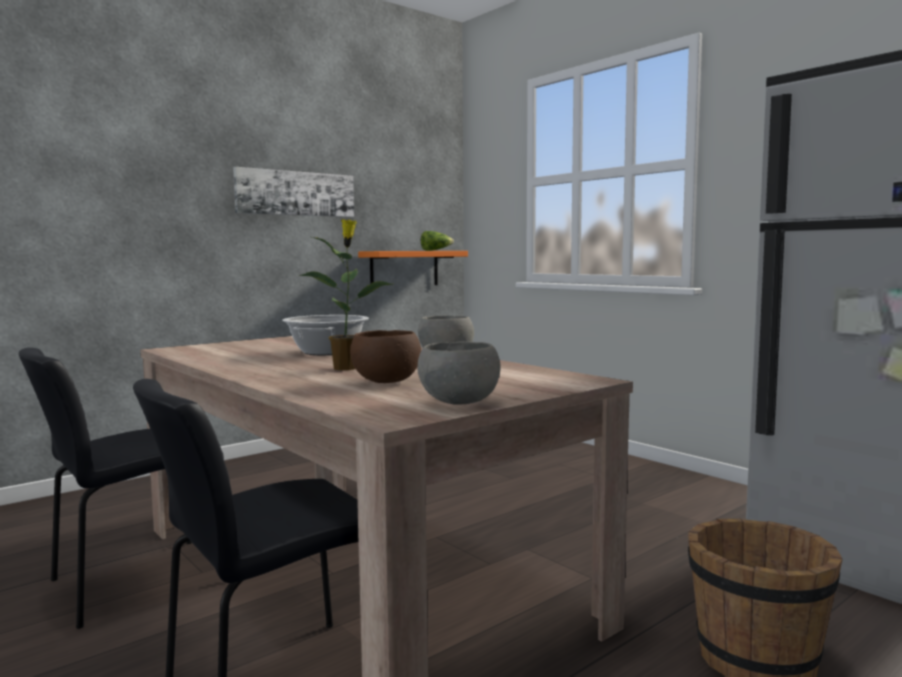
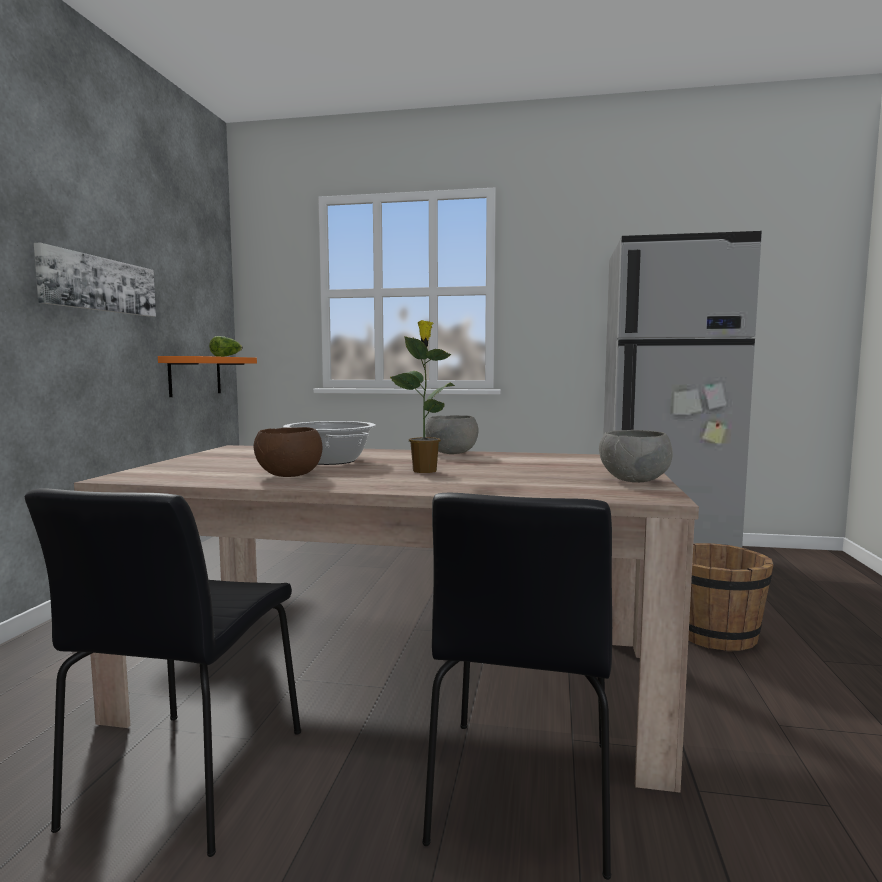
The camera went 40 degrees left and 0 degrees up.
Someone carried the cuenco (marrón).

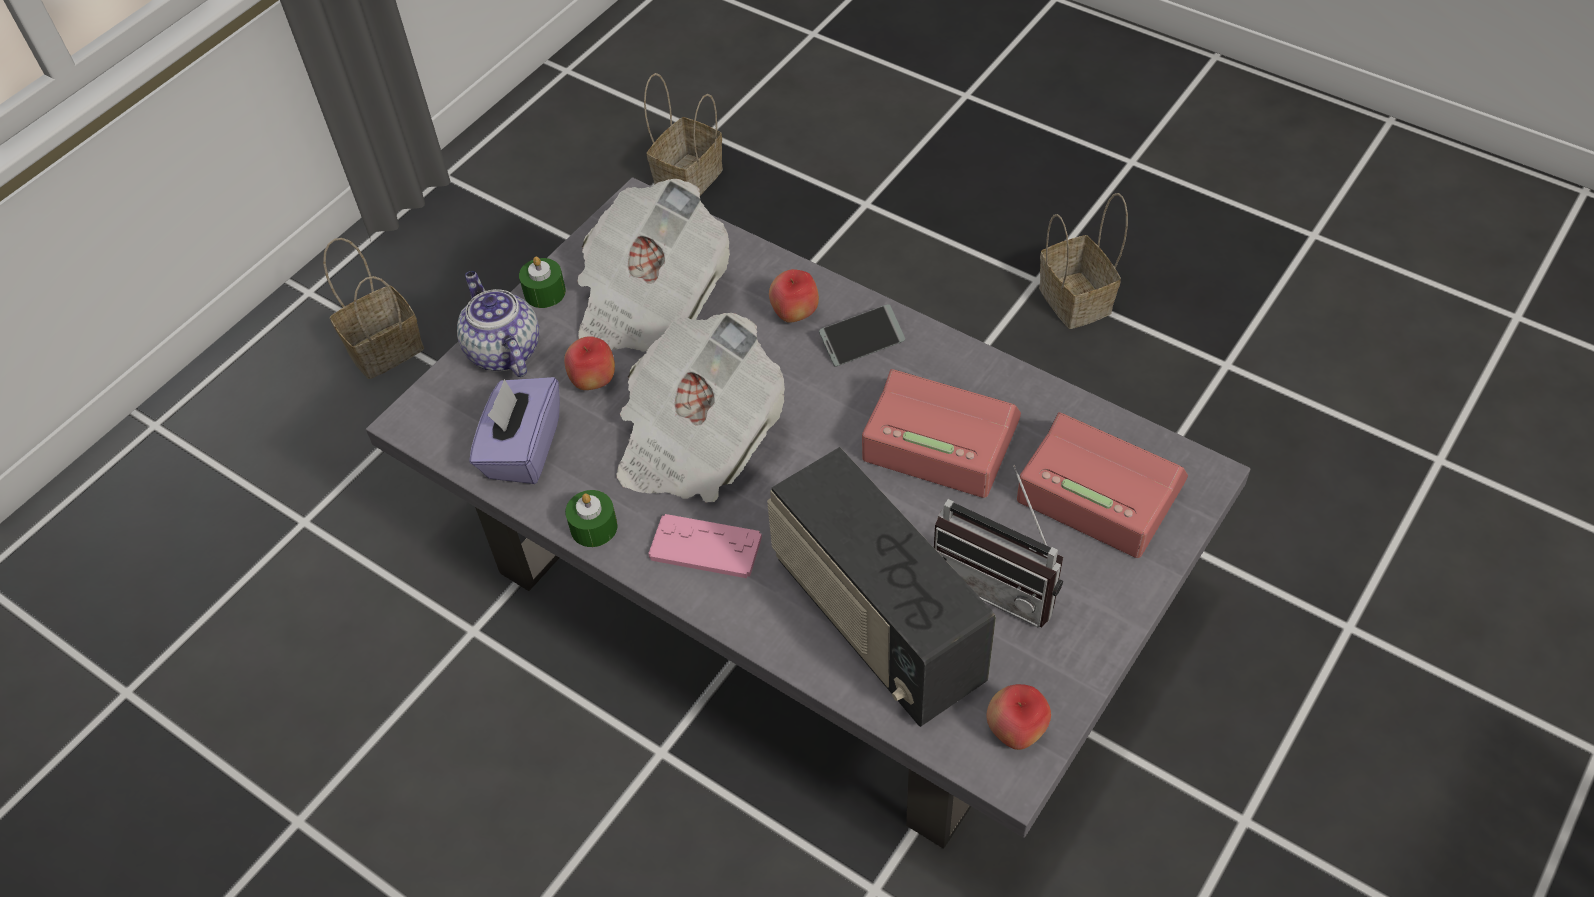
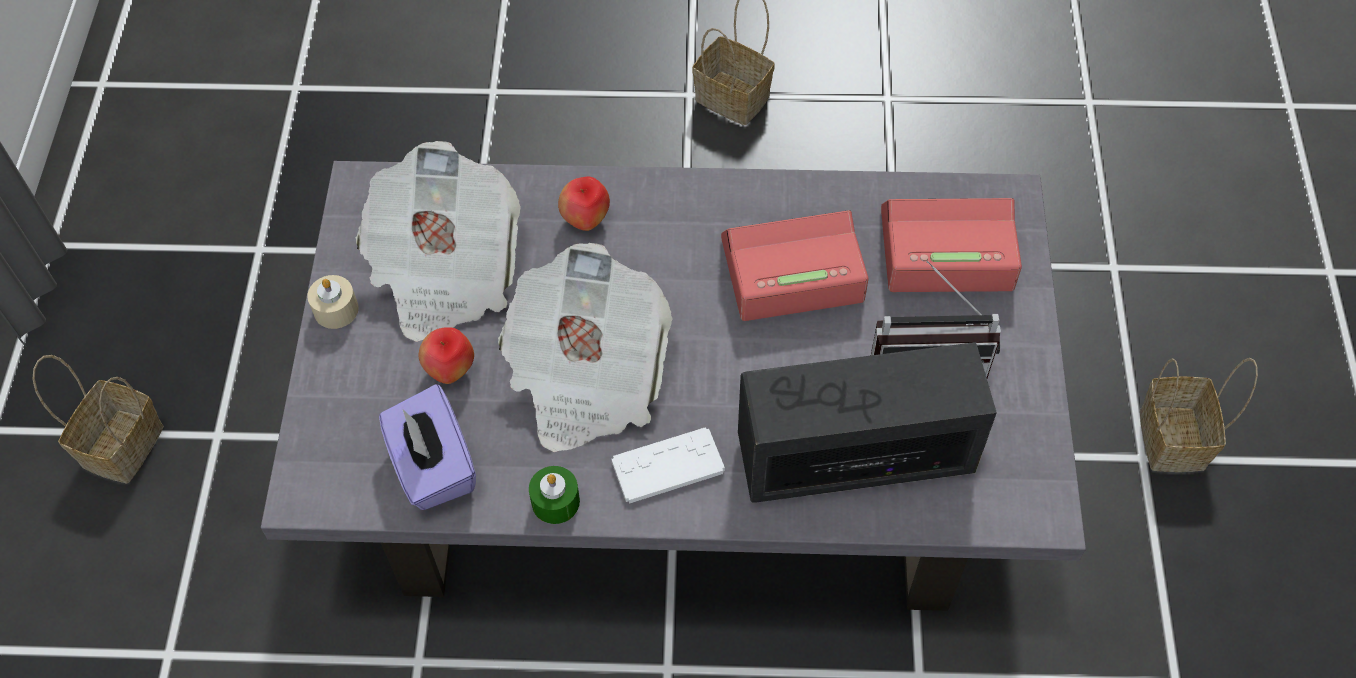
The camera went 35 degrees left and 5 degrees up.
Someone took away the tetera.
Someone repainted the vela (verde) (1st from left), which became the vela (beis).
Someone carried the cesta (2nd from left in the first image).
Someone repainted the mando de consola (rosa), which became the mando de consola (blanco).
Someone rotated the radio (1st from left) by 150 degrees clockwise.
Someone took away the móvil.
Someone took away the manzana (3rd from left).

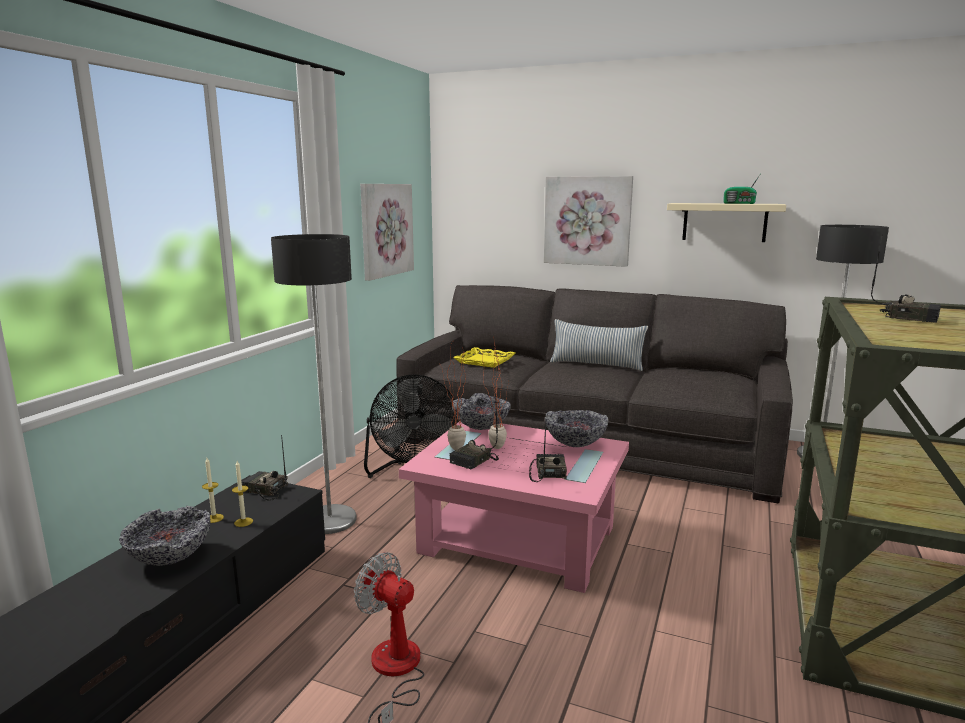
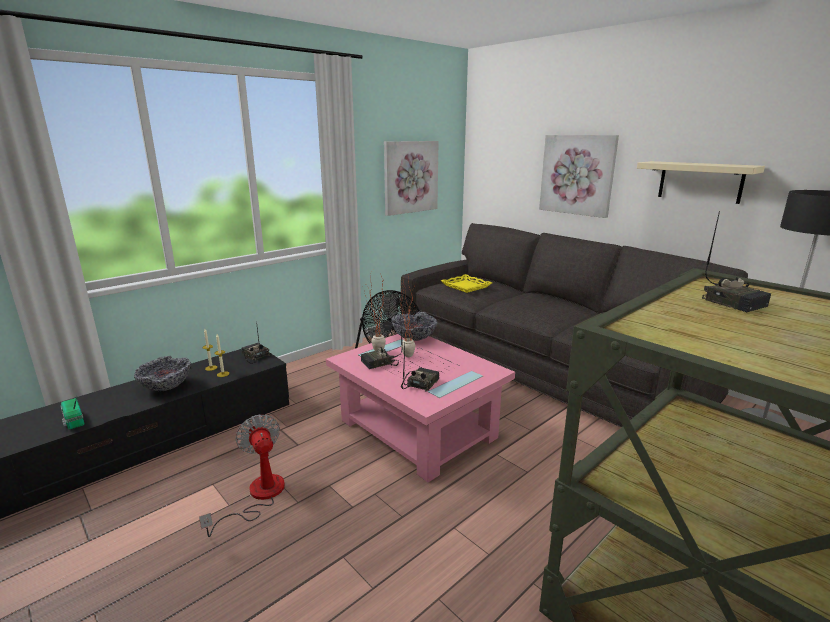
The camera went 25 degrees right and 5 degrees up.
Someone took away the lámpara de pie (1st from left).
Someone took away the cuenco (3rd from left).
Someone took away the cojín.
Someone carried the radio (4th from left in the first image).

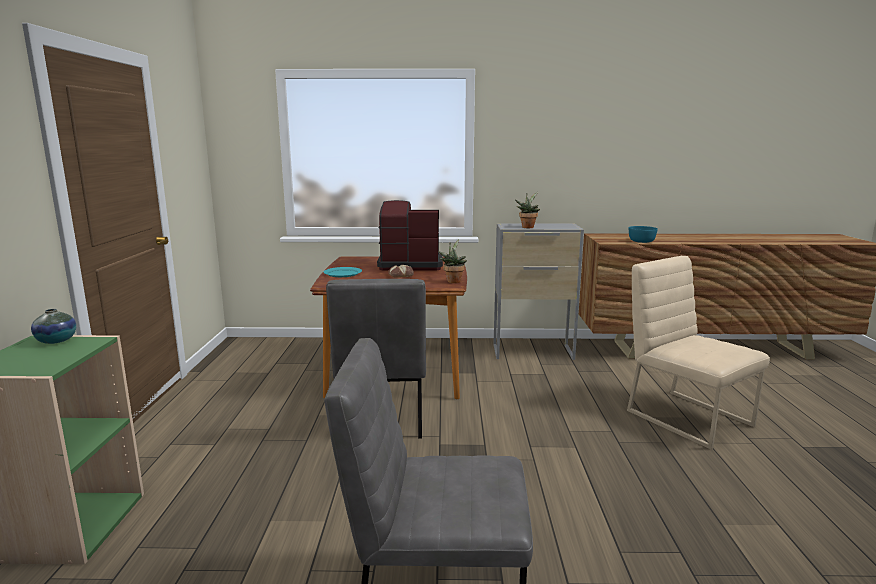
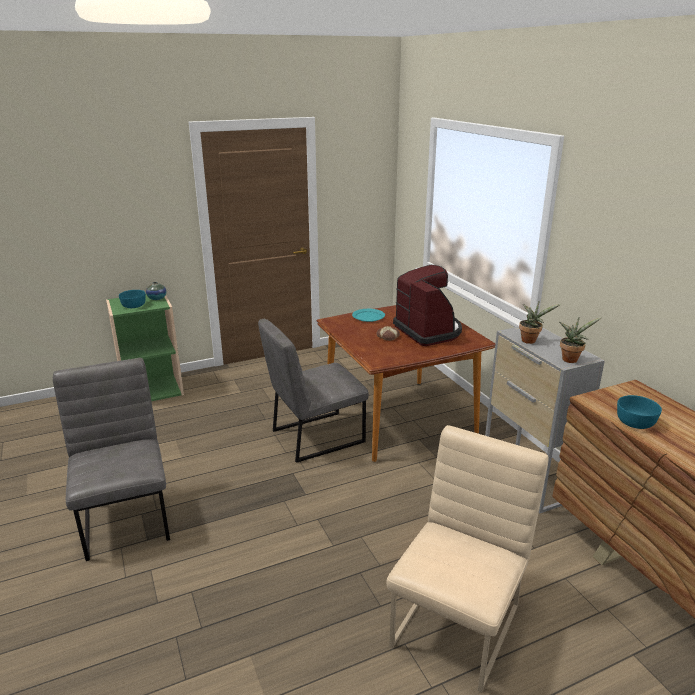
The camera went 65 degrees right and 10 degrees up.
Someone carried the planta en maceta (1st from left in the first image).
Someone put down the cuenco (turquesa) (1st from left).

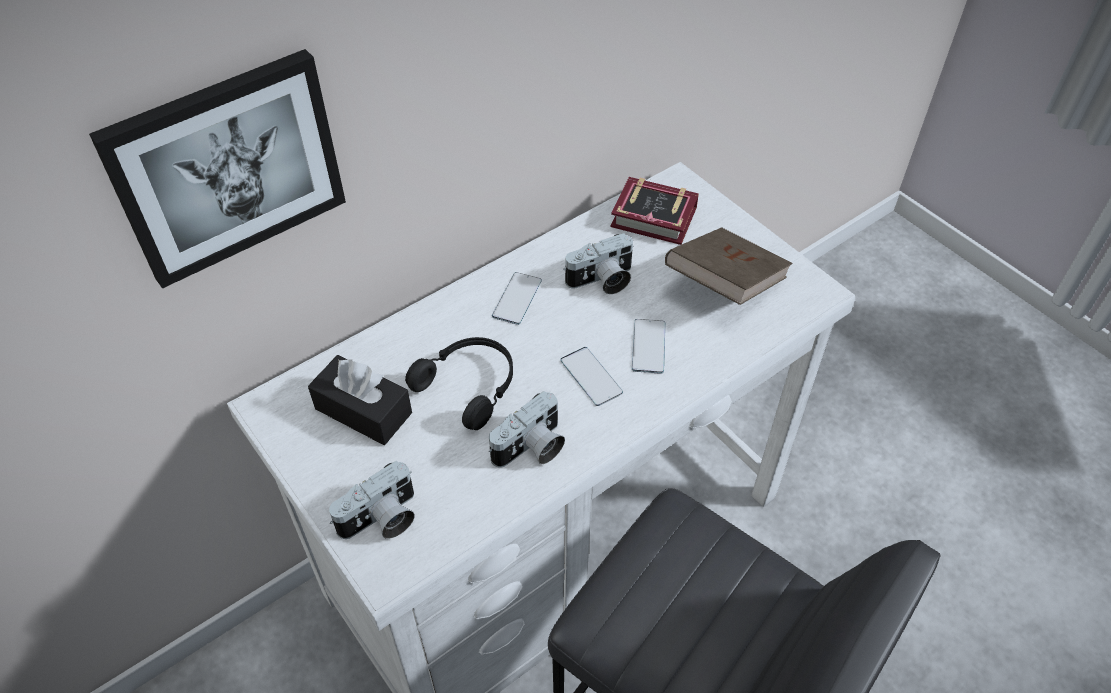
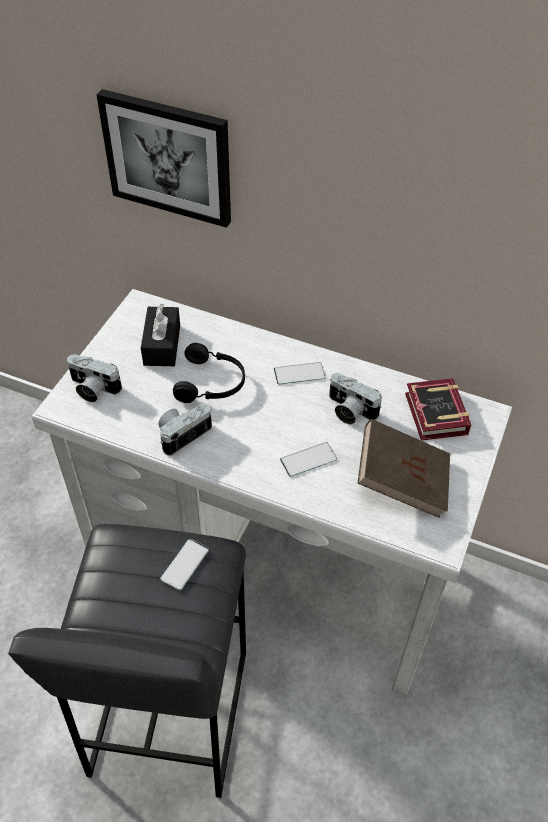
The camera went 60 degrees right and 0 degrees up.
Someone rotated the cámara (2nd from left) by 120 degrees clockwise.
Someone carried the móvil (2nd from left in the first image).

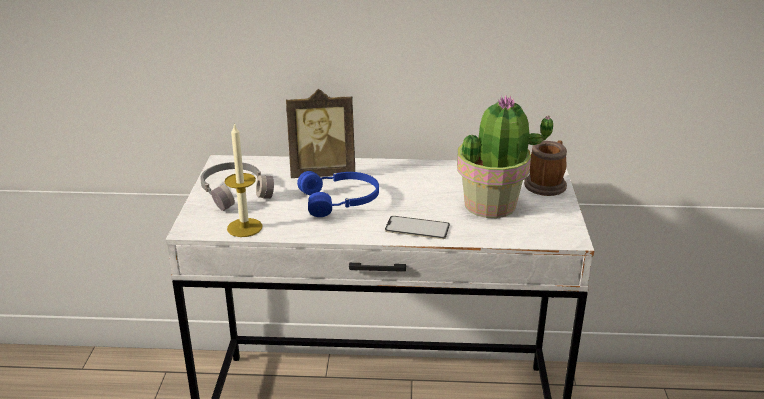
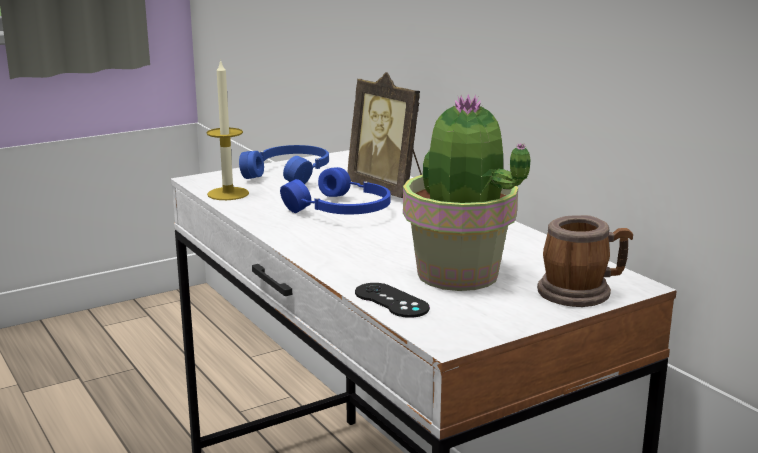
The camera went 55 degrees right and 10 degrees down.
Someone repainted the auriculares (gris), which became the auriculares (azul) (1st from left).
Someone took away the móvil.
Someone put down the mando de consola (negro).

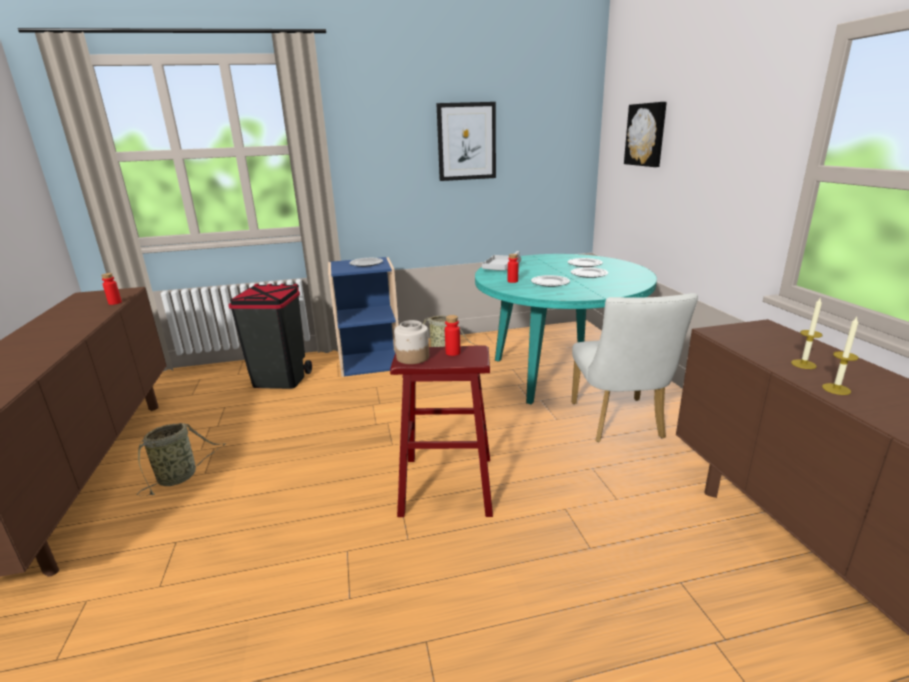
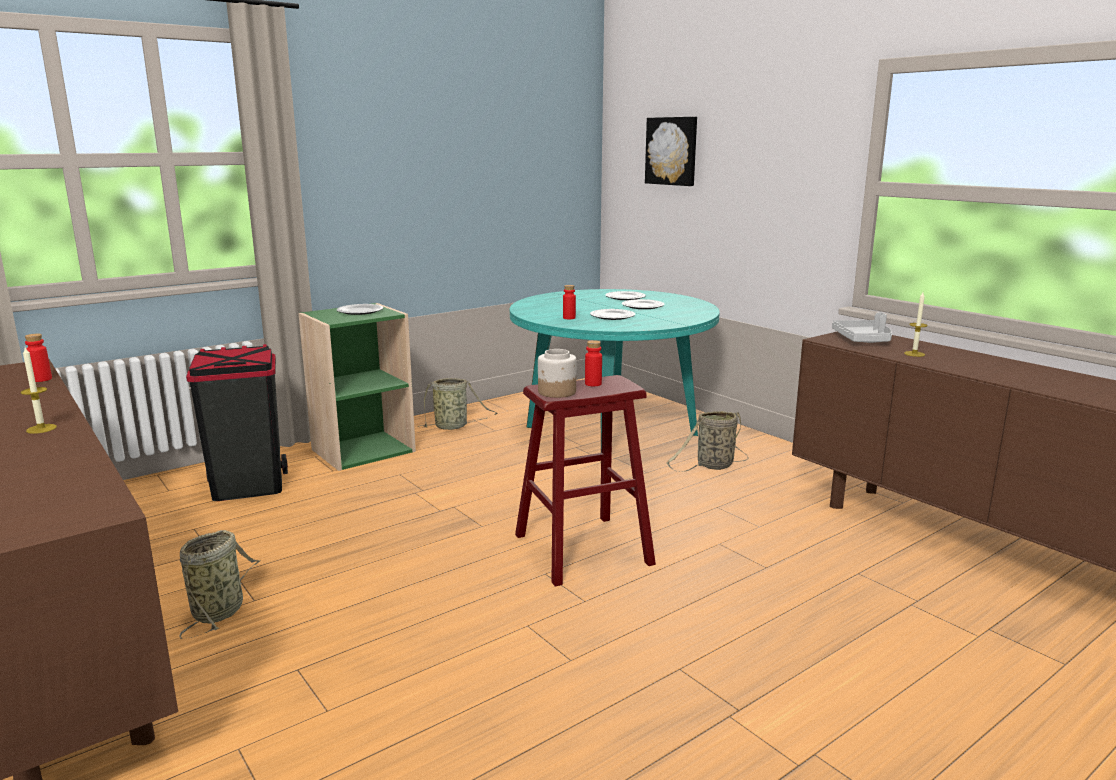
The camera went 25 degrees left and 5 degrees down.
Someone repainted the estantería (azul), which became the estantería (verde).
Someone took away the cuadro (1st from left).
Someone carried the bandeja (gris).
Someone swapped the silla (blanco) for the cesta (3rd from left).
Someone carried the vela (2nd from left in the first image).

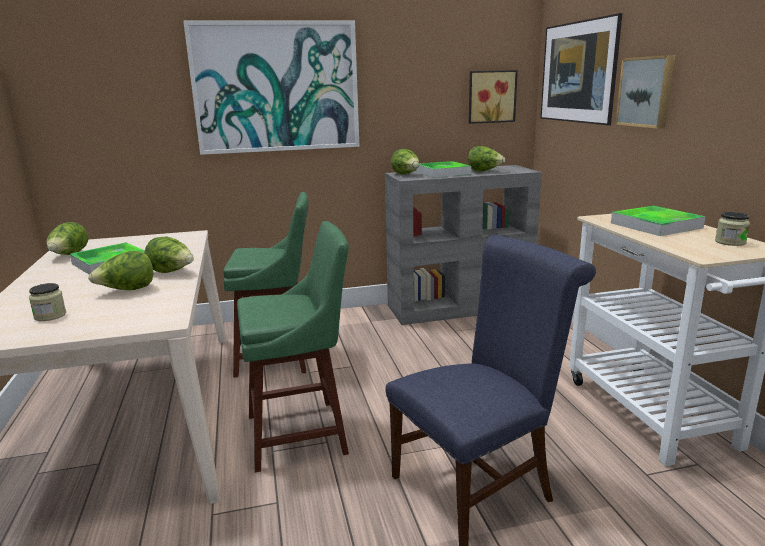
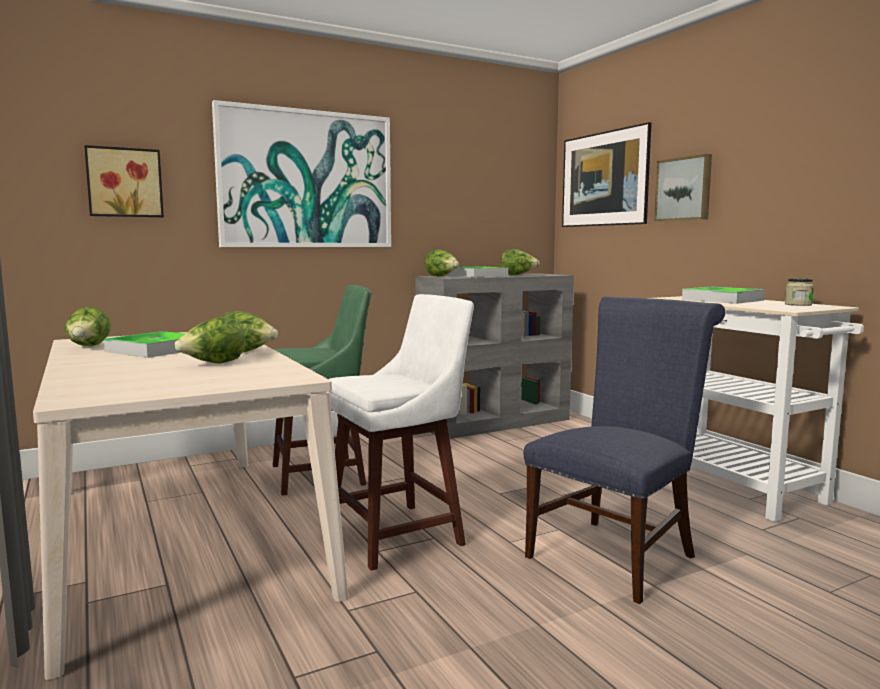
The camera went 15 degrees left and 10 degrees down.
Someone took away the tarro (1st from left).
Someone repainted the silla (verde) (2nd from left), which became the silla (blanco).
Someone carried the cuadro (2nd from left in the first image).

